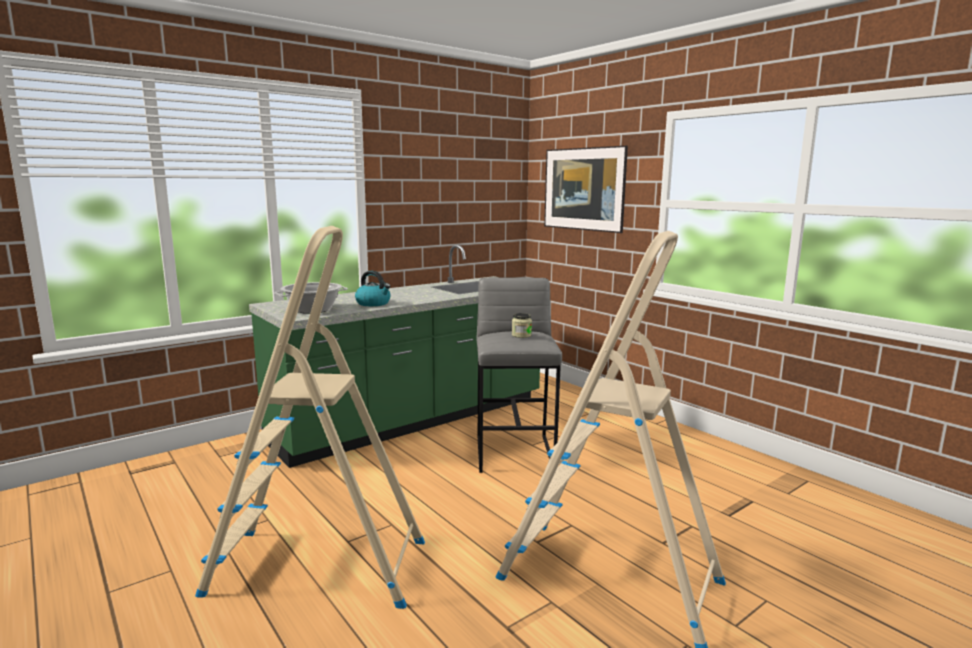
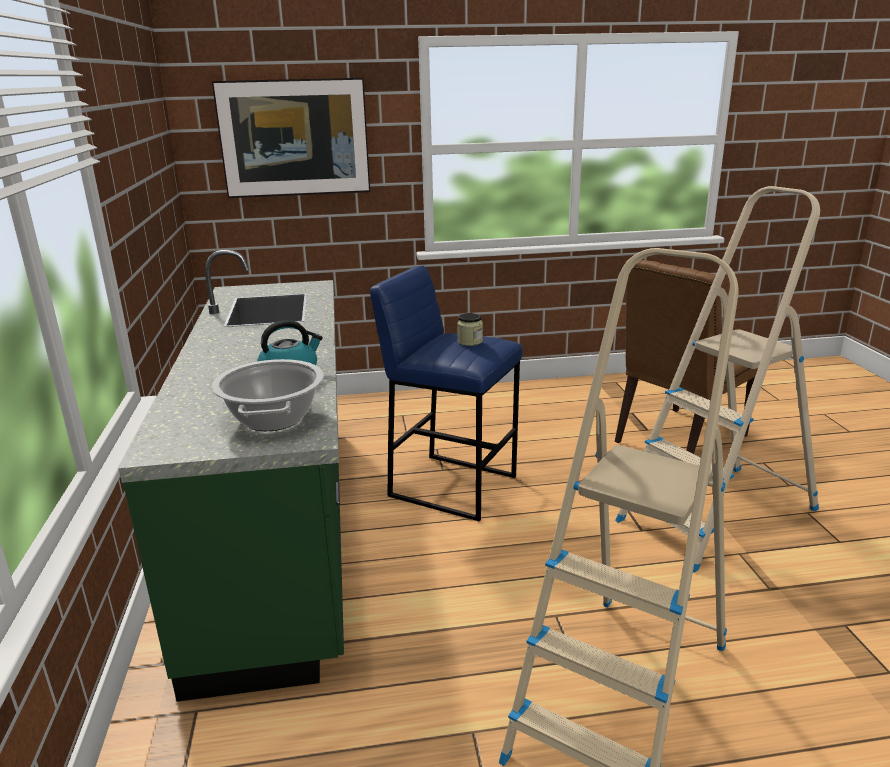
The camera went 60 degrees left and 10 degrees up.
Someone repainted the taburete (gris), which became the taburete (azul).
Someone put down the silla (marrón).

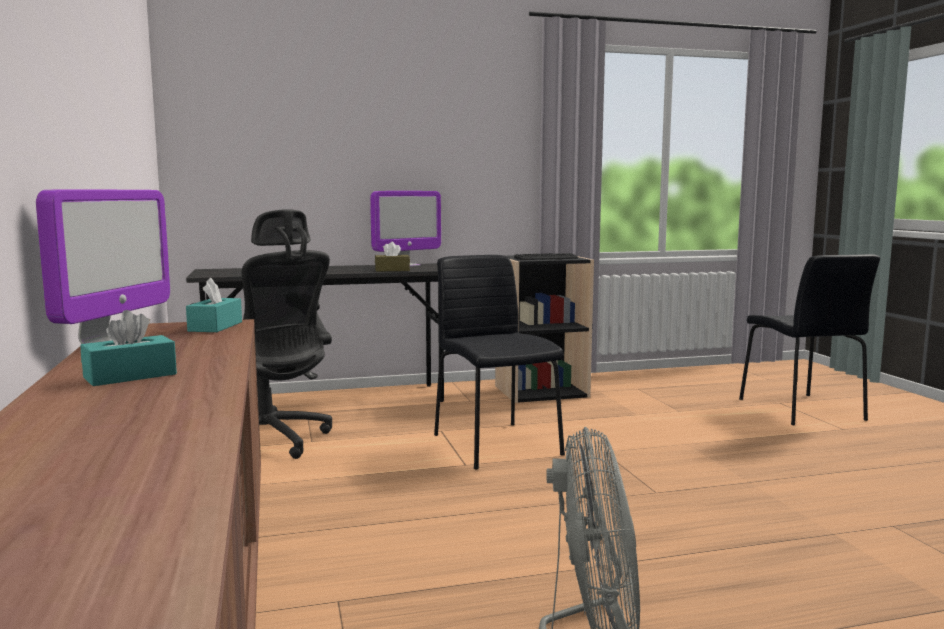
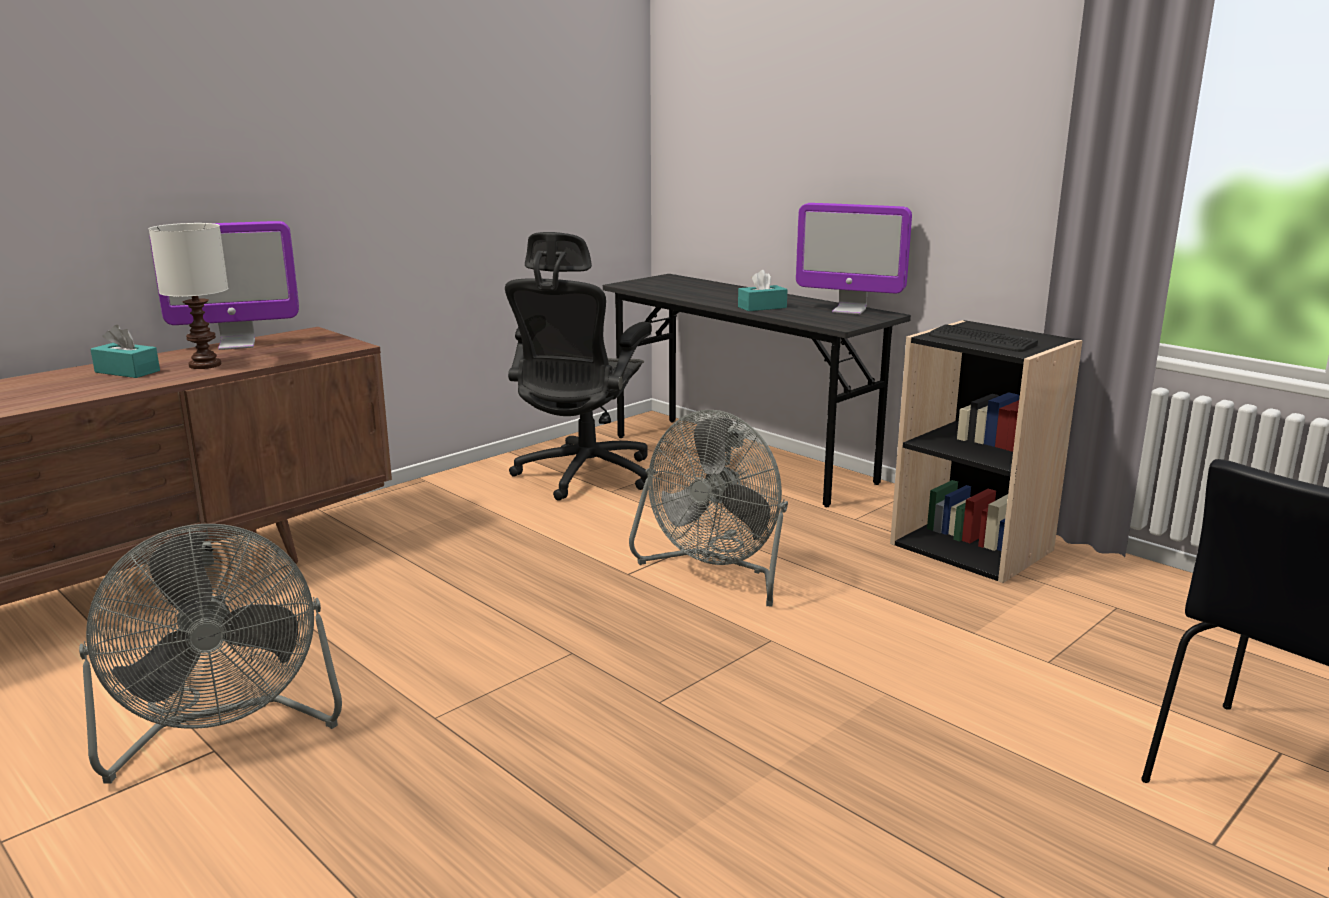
The camera went 60 degrees right and 10 degrees up.
Someone carried the caja de pañuelos (turquesa) (2nd from left).
Someone took away the caja de pañuelos (marrón).
Someone swapped the silla (negro) (1st from left) for the ventilador (gris) (2nd from left).
Someone put down the lámpara de mesa (blanco).

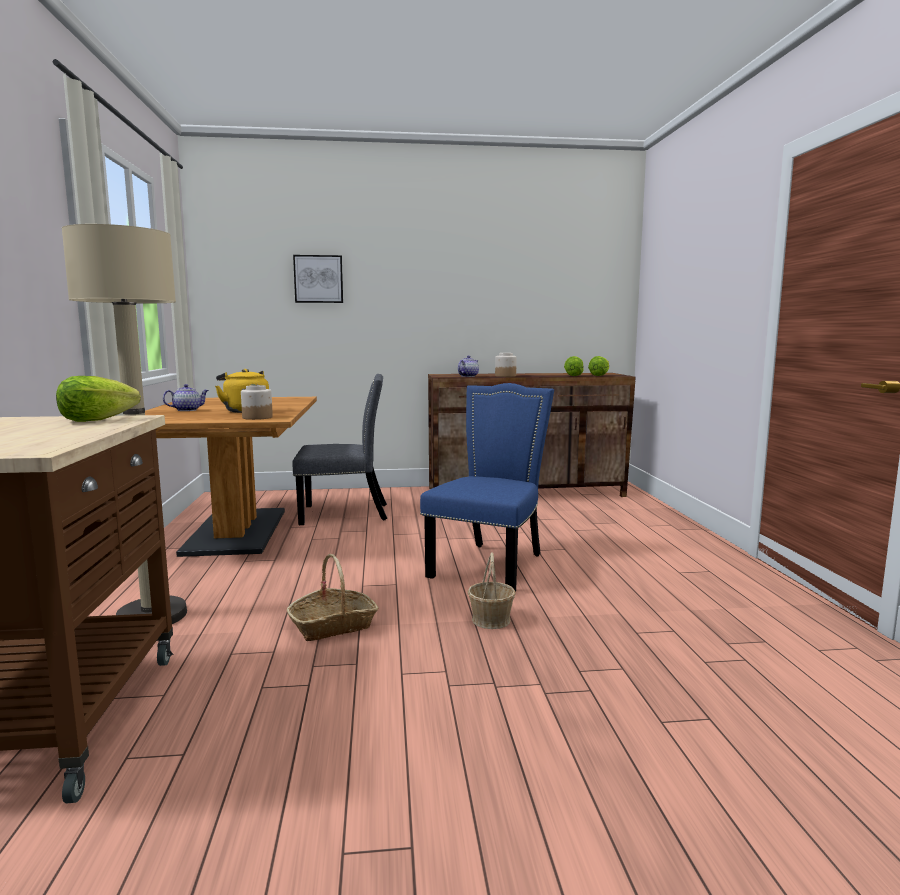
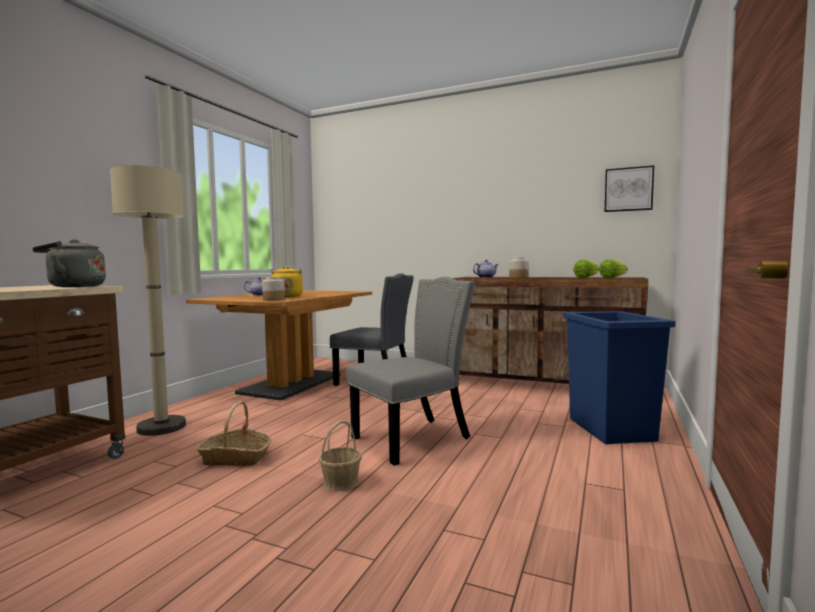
The camera went 30 degrees right and 5 degrees down.
Someone swapped the lechuga (1st from left) for the hervidor (gris).
Someone carried the cuadro.
Someone repainted the silla (azul), which became the silla (gris) (2nd from left).
Someone put down the papelera (azul).

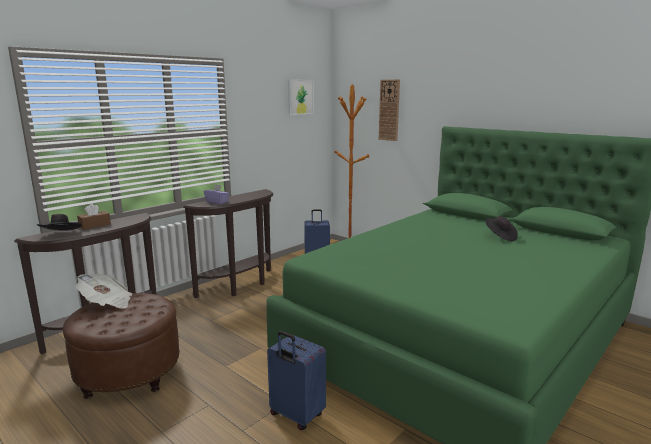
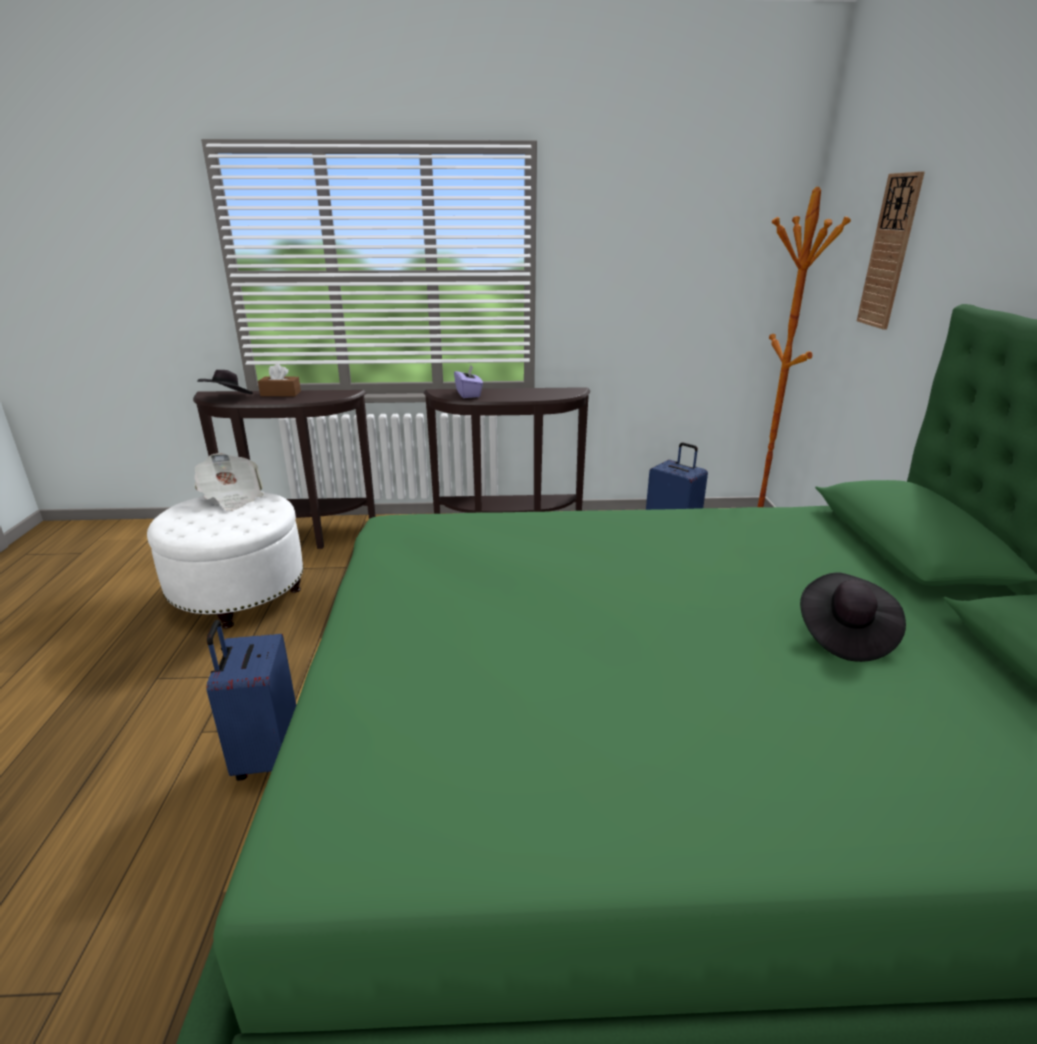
The camera went 45 degrees right and 10 degrees up.
Someone repainted the puf (marrón), which became the puf (blanco).
Someone took away the cuadro.

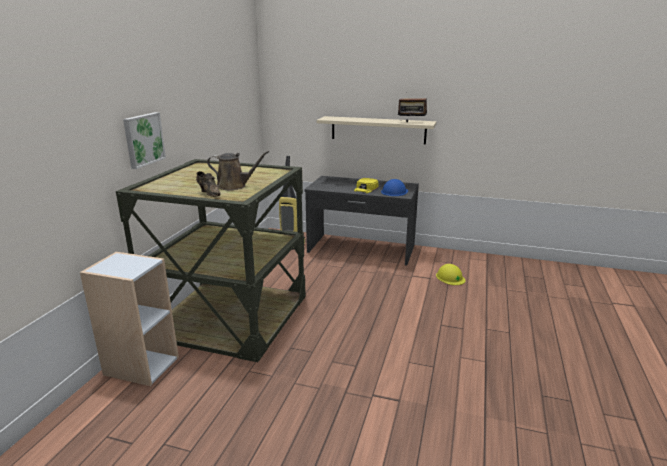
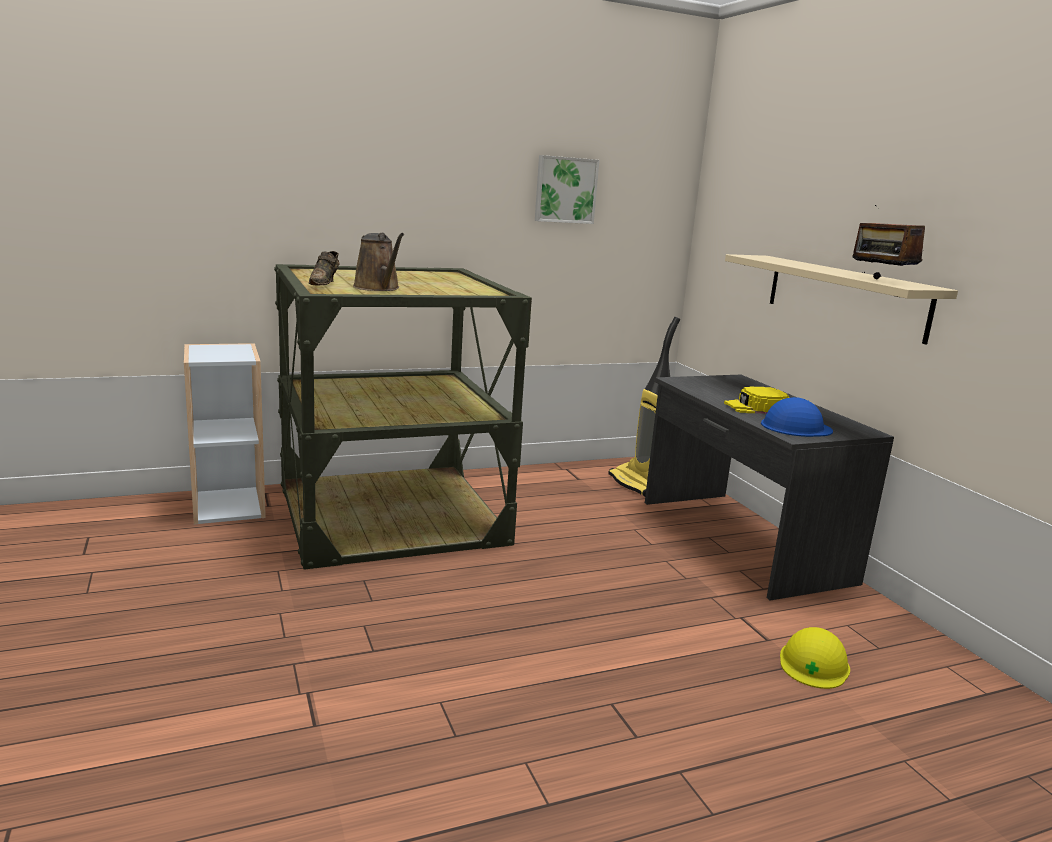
The camera went 50 degrees right and 5 degrees down.
Someone carried the cuadro.

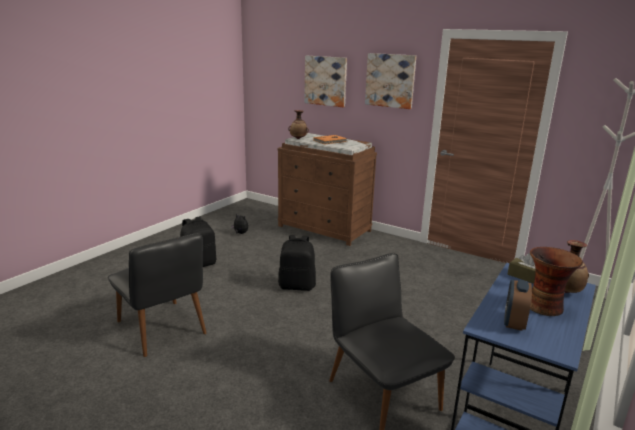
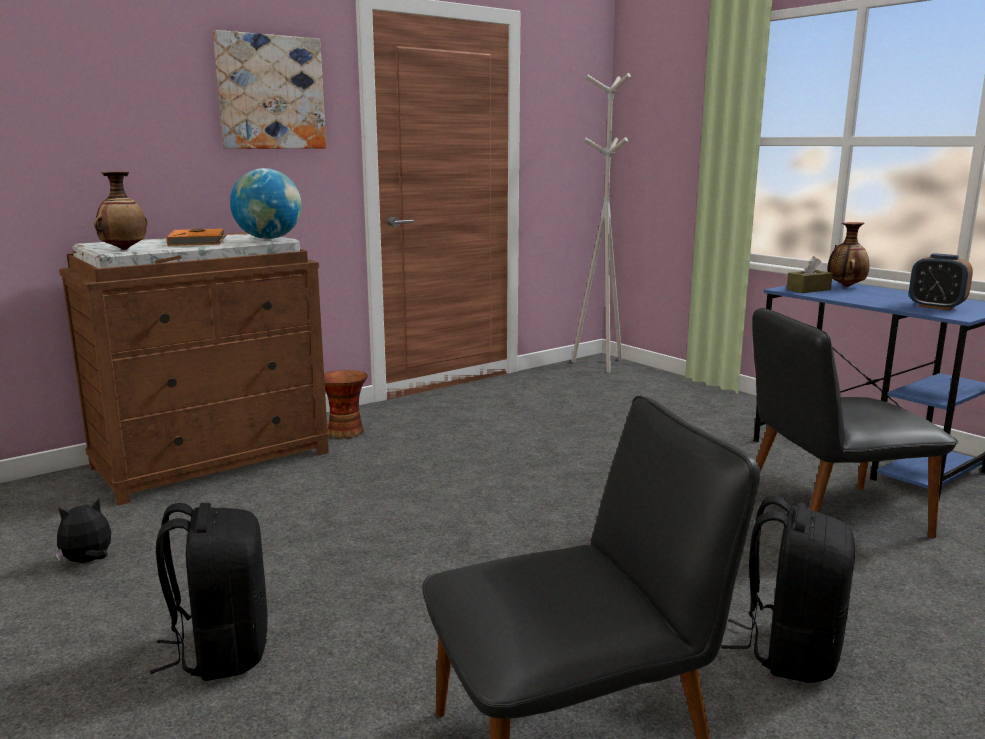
The camera went 70 degrees left and 5 degrees down.
Someone carried the mochila (negro) (2nd from left).
Someone took away the cuadro (1st from left).
Someone carried the florero (2nd from left).
Someone put down the globo terráqueo.

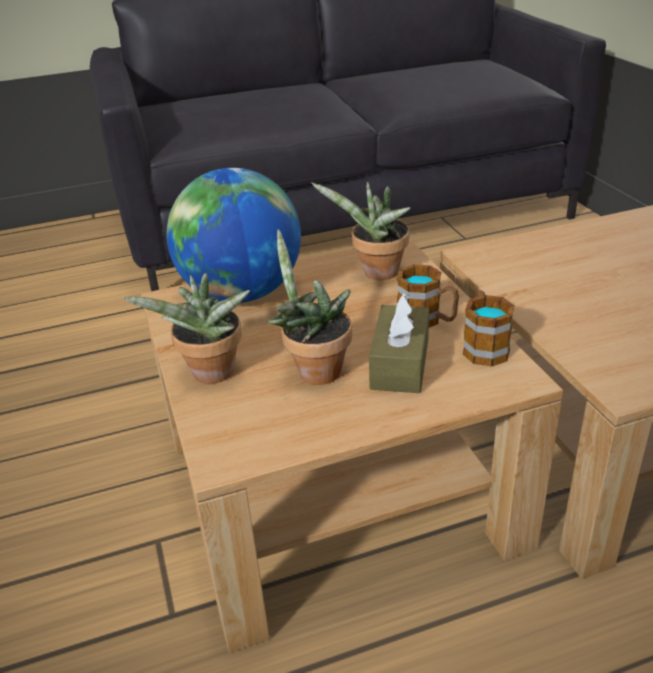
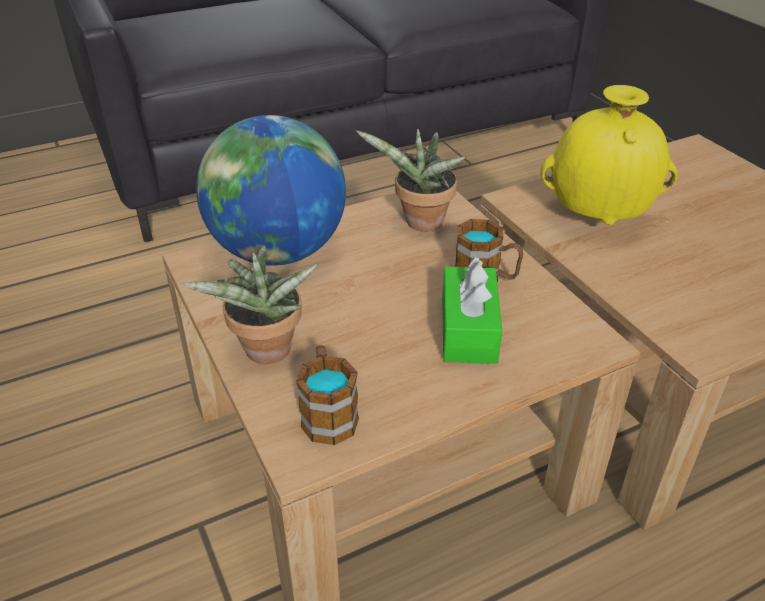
The camera went 10 degrees left and 5 degrees up.
Someone took away the planta en maceta (2nd from left).
Someone repainted the caja de pañuelos (marrón), which became the caja de pañuelos (verde).
Someone carried the taza grande (2nd from left in the first image).
Someone put down the florero (amarillo).

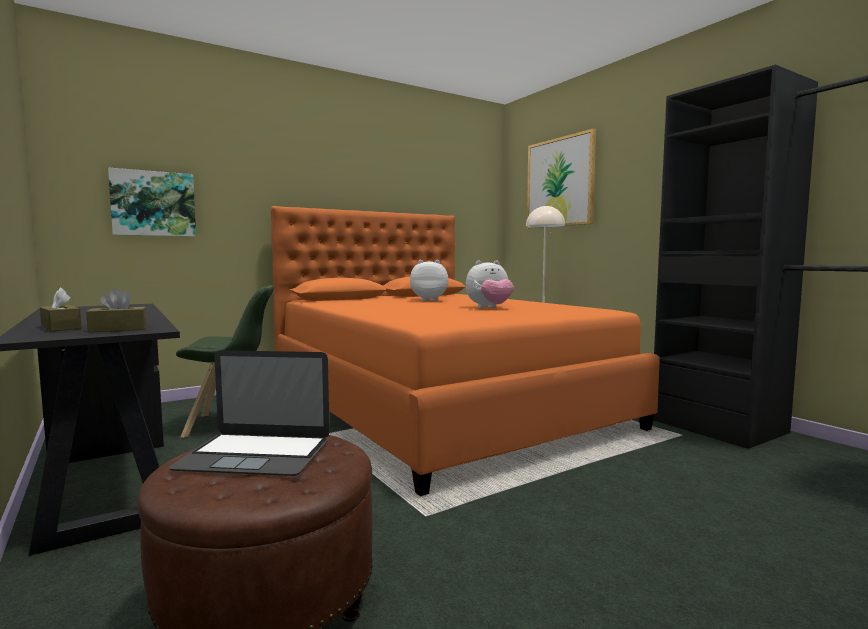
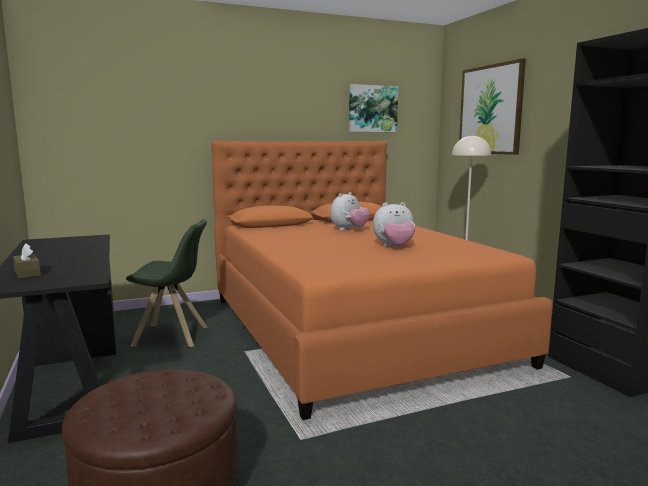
The camera went 10 degrees right and 5 degrees up.
Someone took away the caja de pañuelos (marrón) (2nd from left).
Someone carried the cuadro (1st from left).
Someone took away the portátil.
Someone rotated the peluche (1st from left) by 120 degrees clockwise.

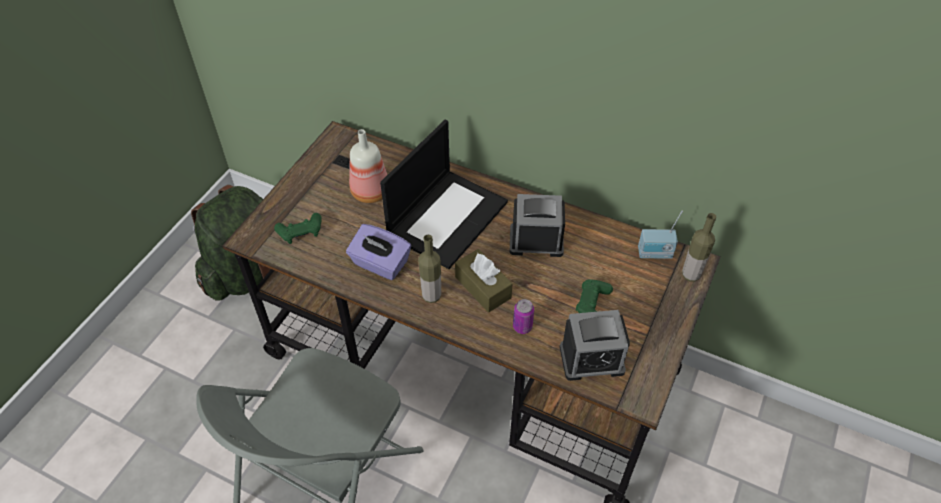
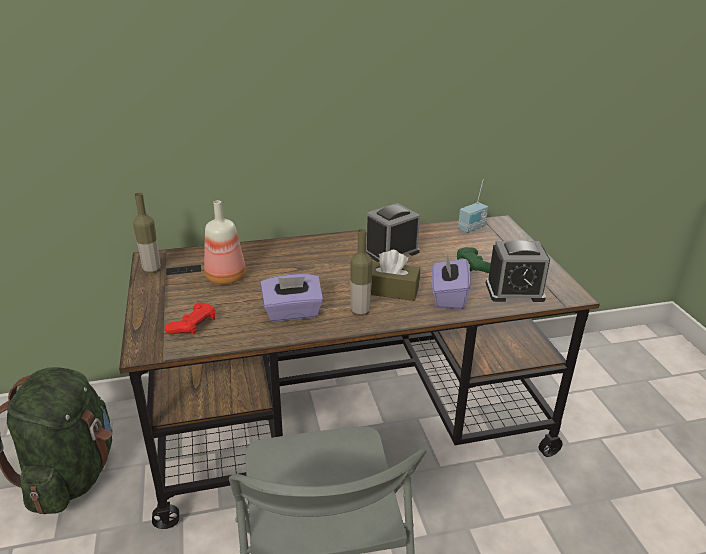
The camera went 40 degrees left and 20 degrees down.
Someone repainted the mando de consola (verde) (1st from left), which became the mando de consola (rojo).
Someone took away the portátil.
Someone swapped the lata for the caja de pañuelos (morado) (2nd from left).
Someone rotated the despertador (2nd from left) by 45 degrees clockwise.
Someone carried the botella (3rd from left in the first image).

